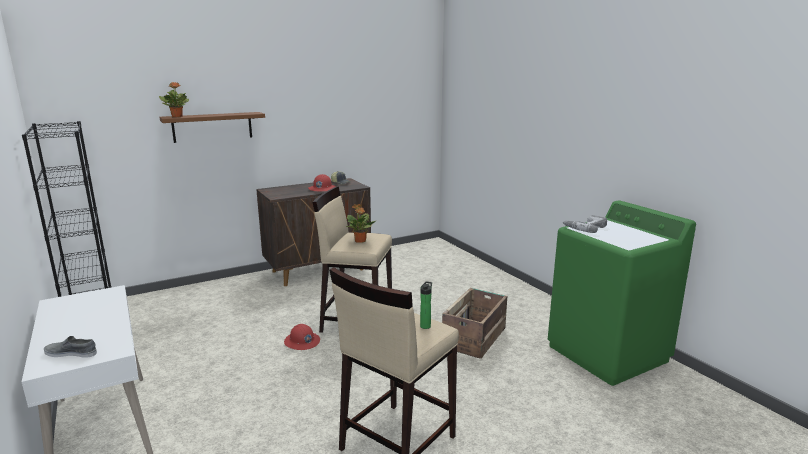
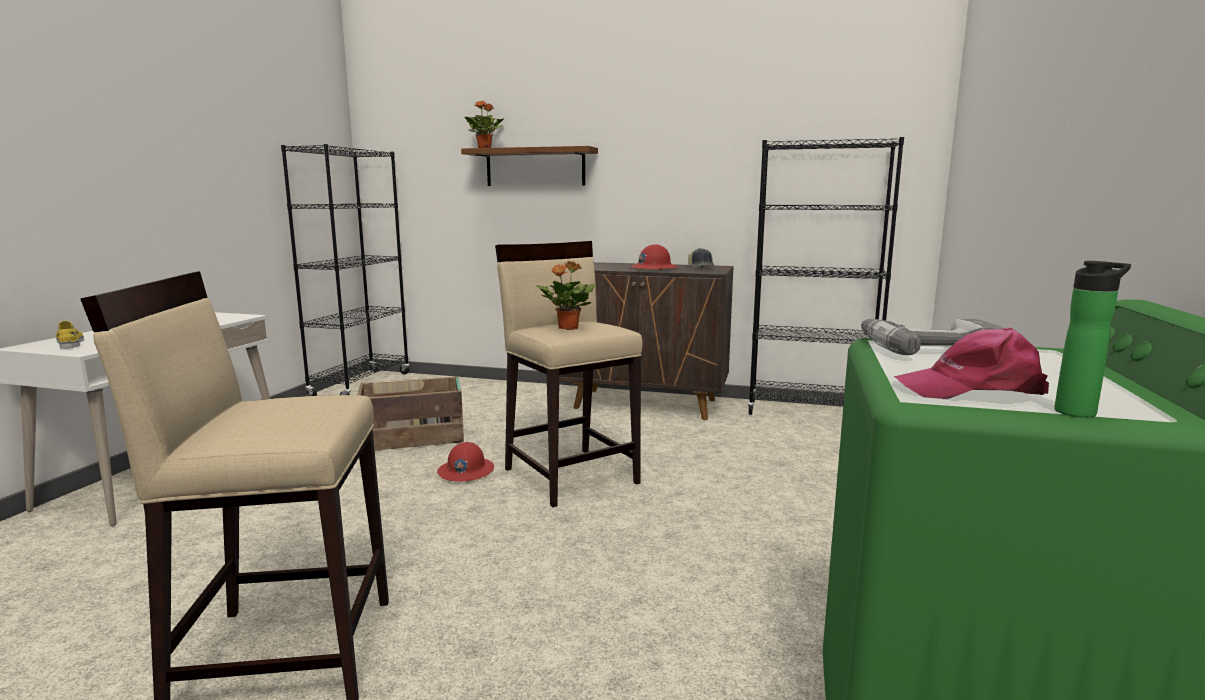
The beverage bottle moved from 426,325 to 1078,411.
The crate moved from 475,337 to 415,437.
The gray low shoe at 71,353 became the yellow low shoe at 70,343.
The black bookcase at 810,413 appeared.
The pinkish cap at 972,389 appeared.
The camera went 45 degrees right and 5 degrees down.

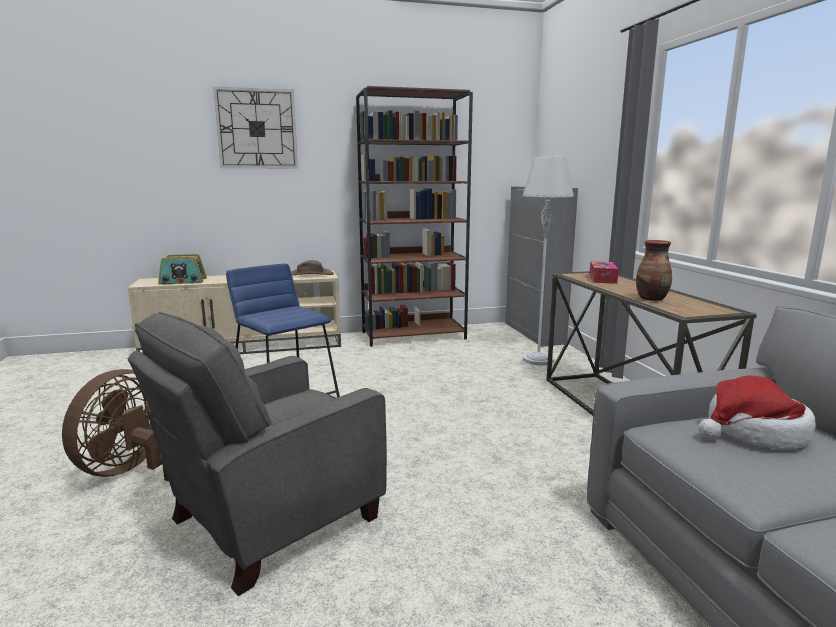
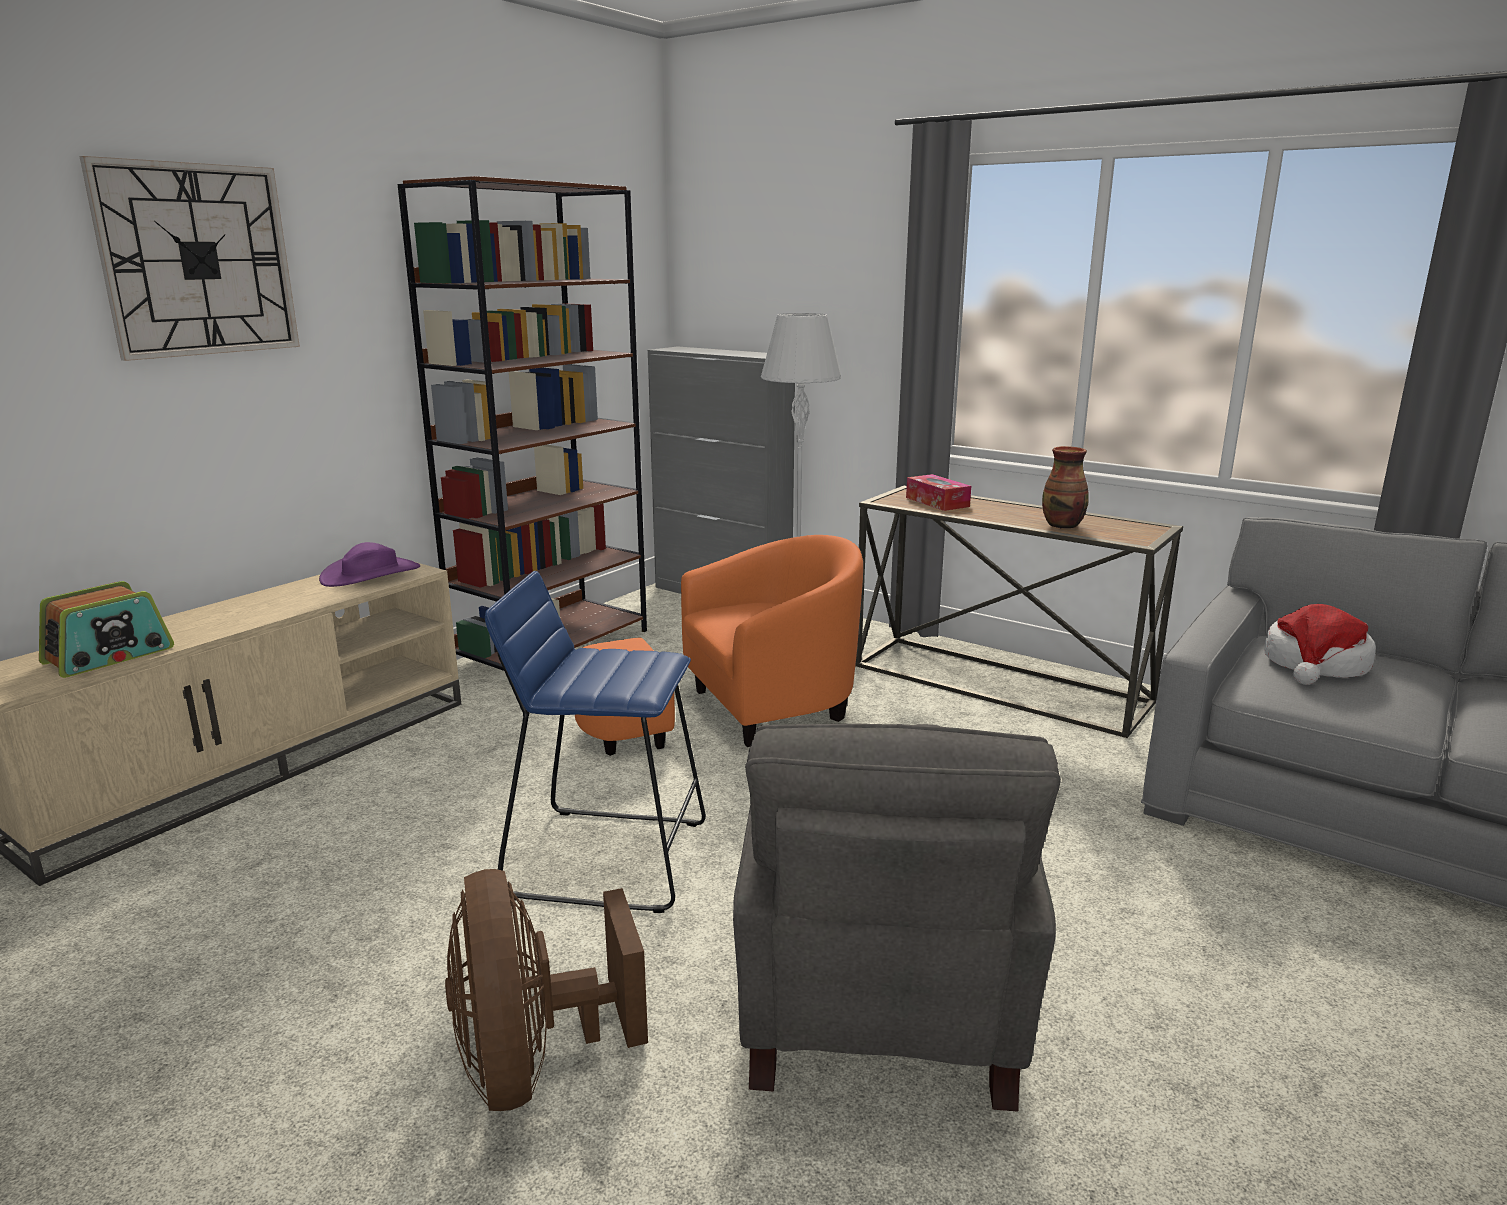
The brownish wearable hat at 310,274 became the purplish wearable hat at 371,574.
The orange lounge chair at 738,714 appeared.
The camera went 40 degrees left and 5 degrees up.

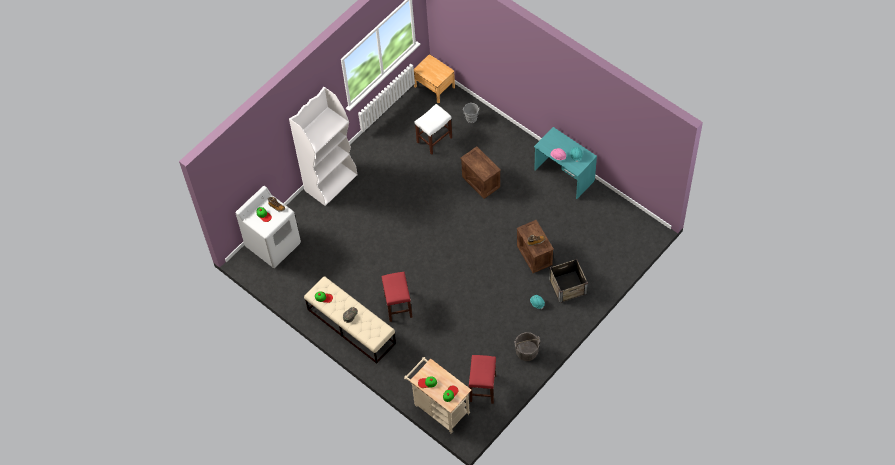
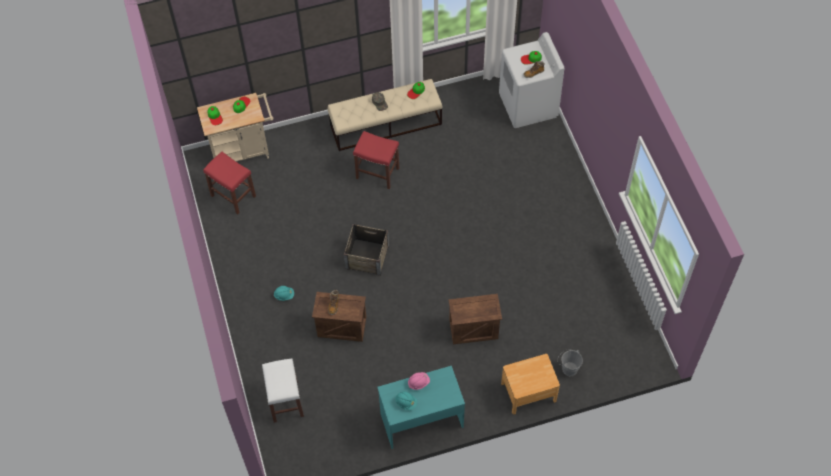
The brownish bedside table moved from 434,87 to 528,392.
The white bookcase at 331,182 disappeared.
The white stool moved from 434,139 to 286,402.
The crate moved from 567,286 to 367,256.
The gray water bucket at 526,352 disappeared.
The camera went 120 degrees right and 0 degrees up.

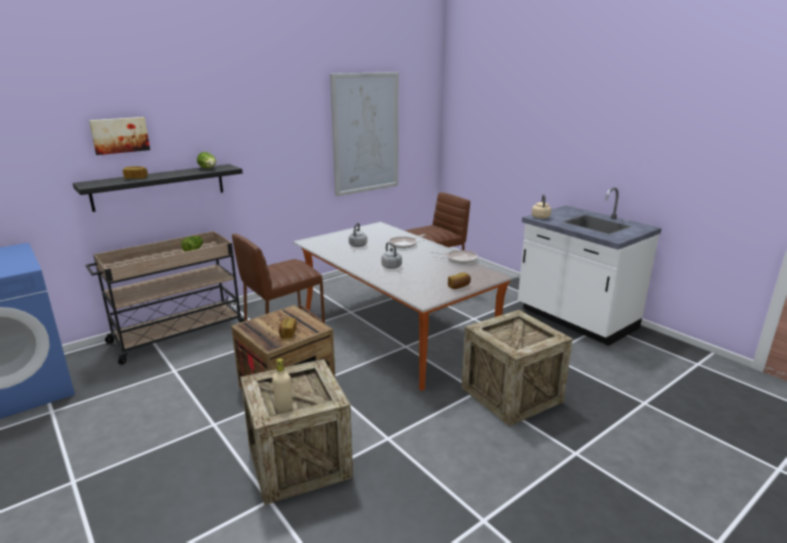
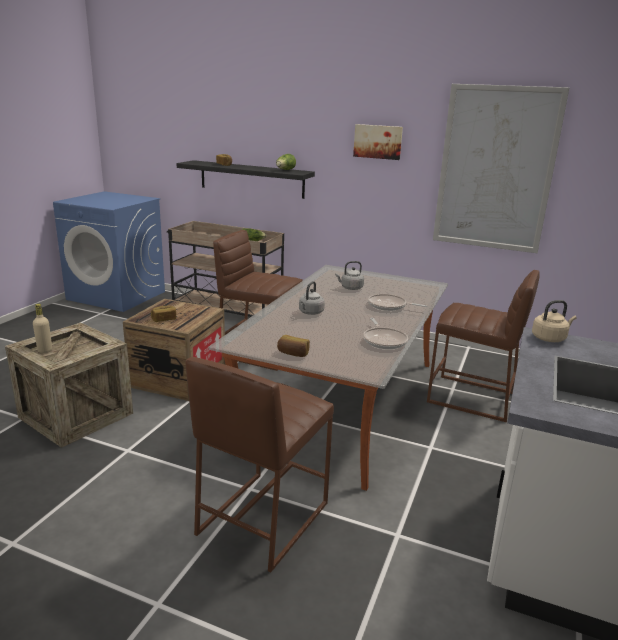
The wall art moved from 120,135 to 378,141.
The crate at 511,394 was replaced by the brownish stool at 261,518.
The camera went 60 degrees right and 0 degrees up.

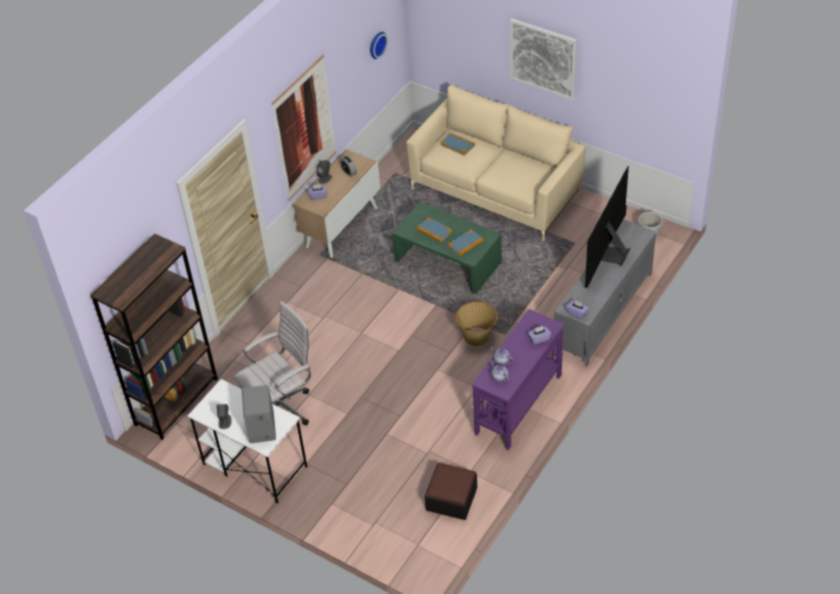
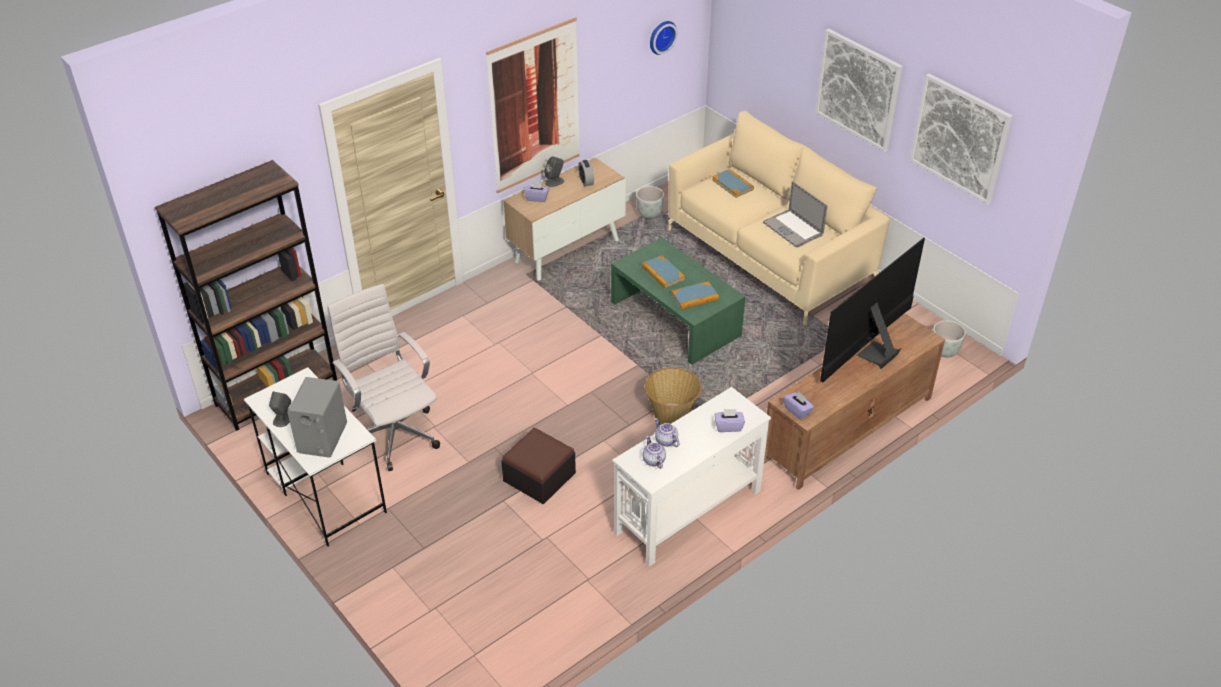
The gray tv unit at 603,312 became the brownish tv unit at 847,428.
The white desk chair at 282,408 turned 105 degrees counterclockwise.
The purplish hall table at 518,404 became the white hall table at 687,512.
The ottoman moved from 451,499 to 539,477.
The wall art at 960,138 appeared.
The portable computer at 793,228 appeared.
The gray plant pot at 649,213 appeared.
The camera went 15 degrees right and 5 degrees down.

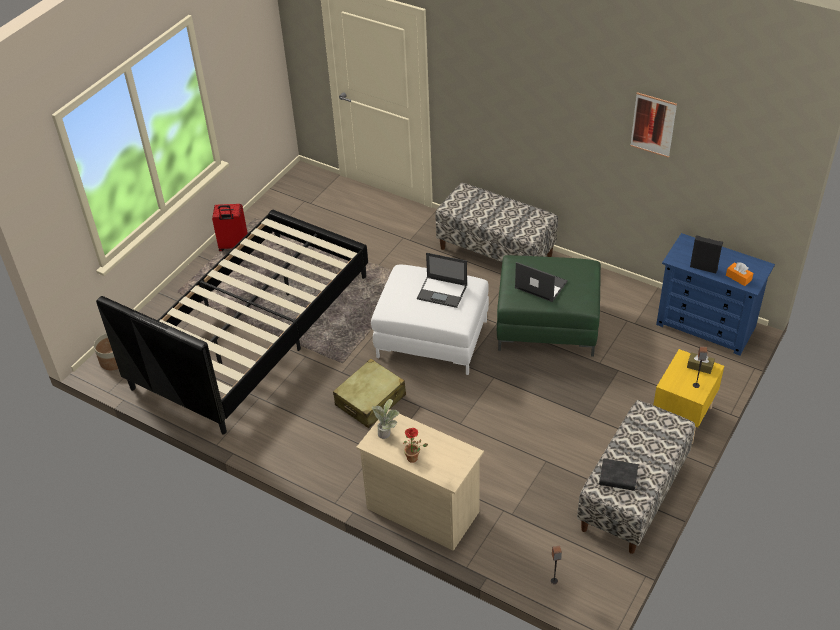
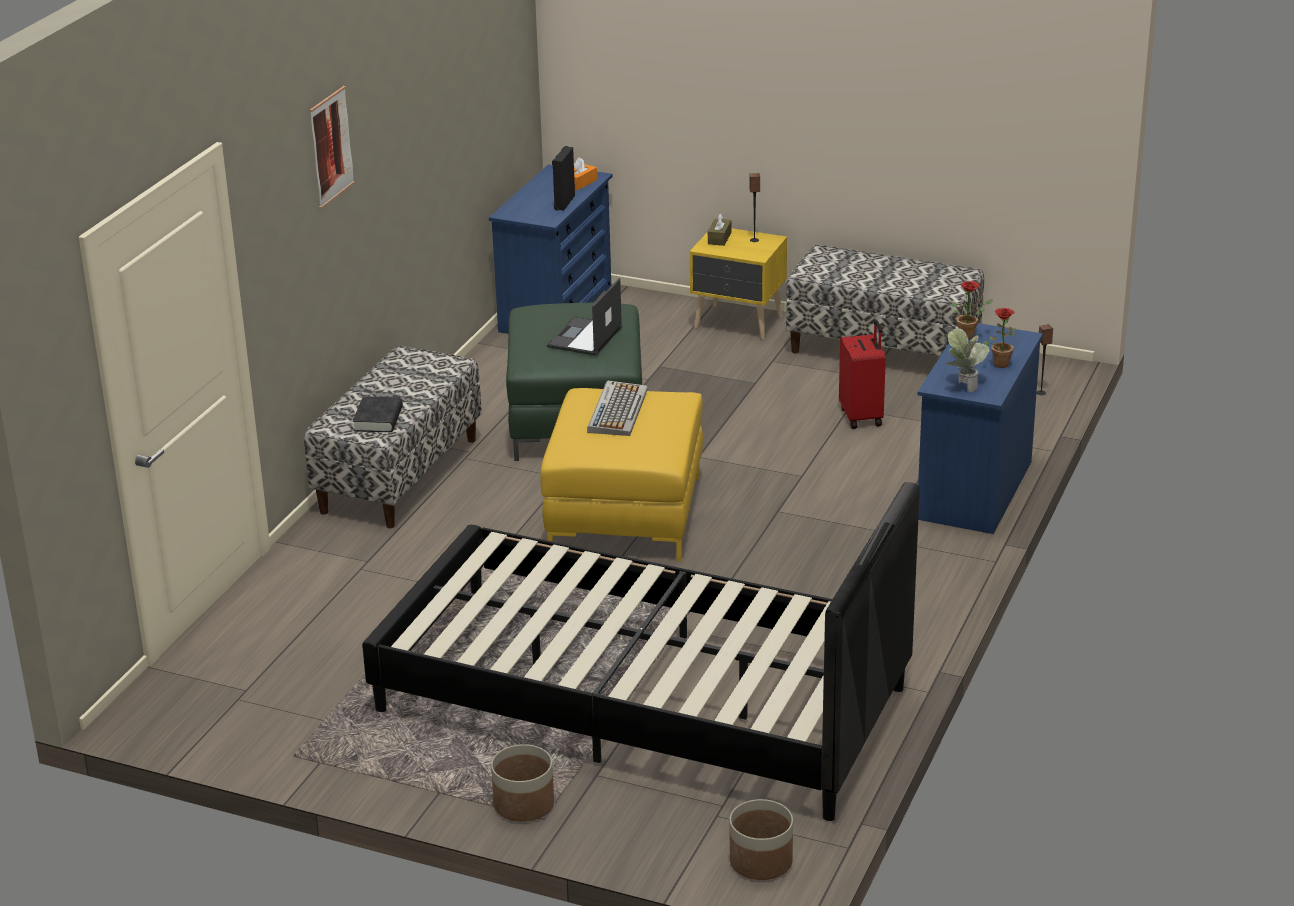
The wall art moved from 653,125 to 331,147.
The reddish suitcase moved from 233,246 to 862,417.
The portable computer at 443,292 was replaced by the computer keyboard at 617,410.
The white ottoman at 432,339 became the yellow ottoman at 625,515.
The beige suitcase at 370,400 disappeared.
The beige dresser at 422,510 became the blue-coloured dresser at 974,490.
The black book moved from 618,477 to 378,419.
The plant in a pot at 969,335 appeared.
The plant pot at 524,804 appeared.
The camera went 100 degrees left and 15 degrees down.

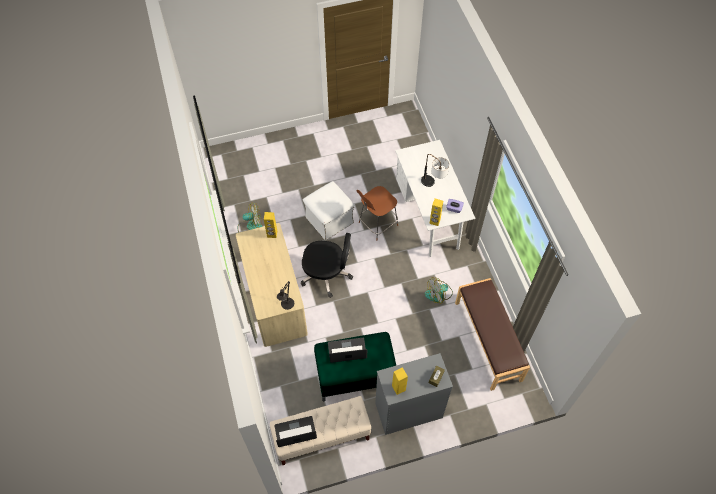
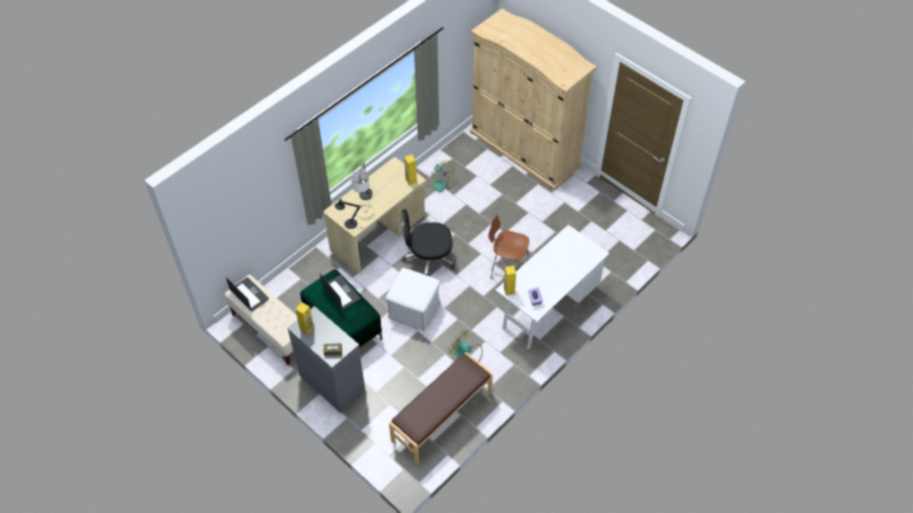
The lamp for a table moved from 433,185 to 364,200.
The white ottoman moved from 329,220 to 413,309.
The black desk chair at 327,274 turned 105 degrees clockwise.
The beige clothes cupboard at 524,148 appeared.
The camera went 60 degrees right and 5 degrees down.

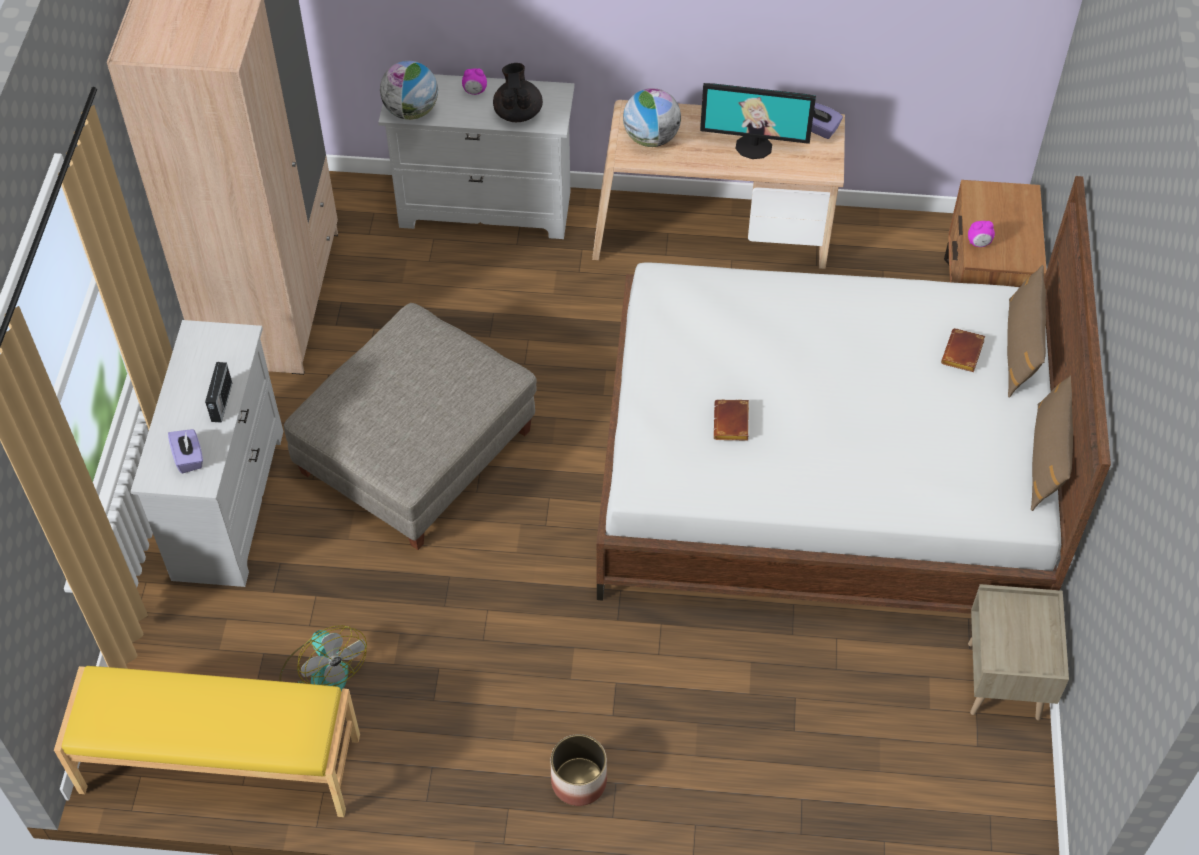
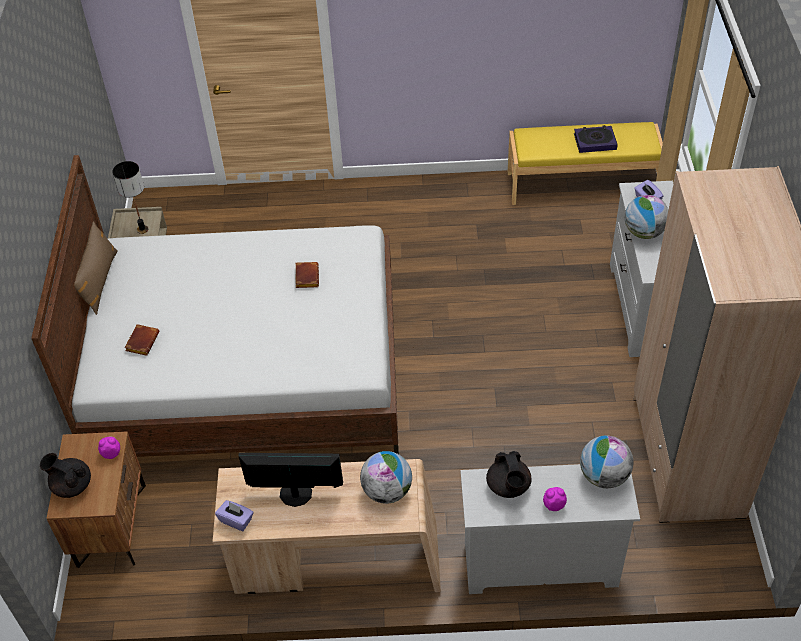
The brownish pillow at 1020,348 disappeared.
The gray ottoman at 417,451 disappeared.
The radio at 221,403 was replaced by the world globe at 644,232.
The electric fan at 323,671 disappeared.
The plant pot at 578,781 disappeared.
The book at 595,142 appeared.
The lamp for a table at 143,229 appeared.
The black pot for tea at 72,485 appeared.
The camera went 175 degrees right and 5 degrees down.

